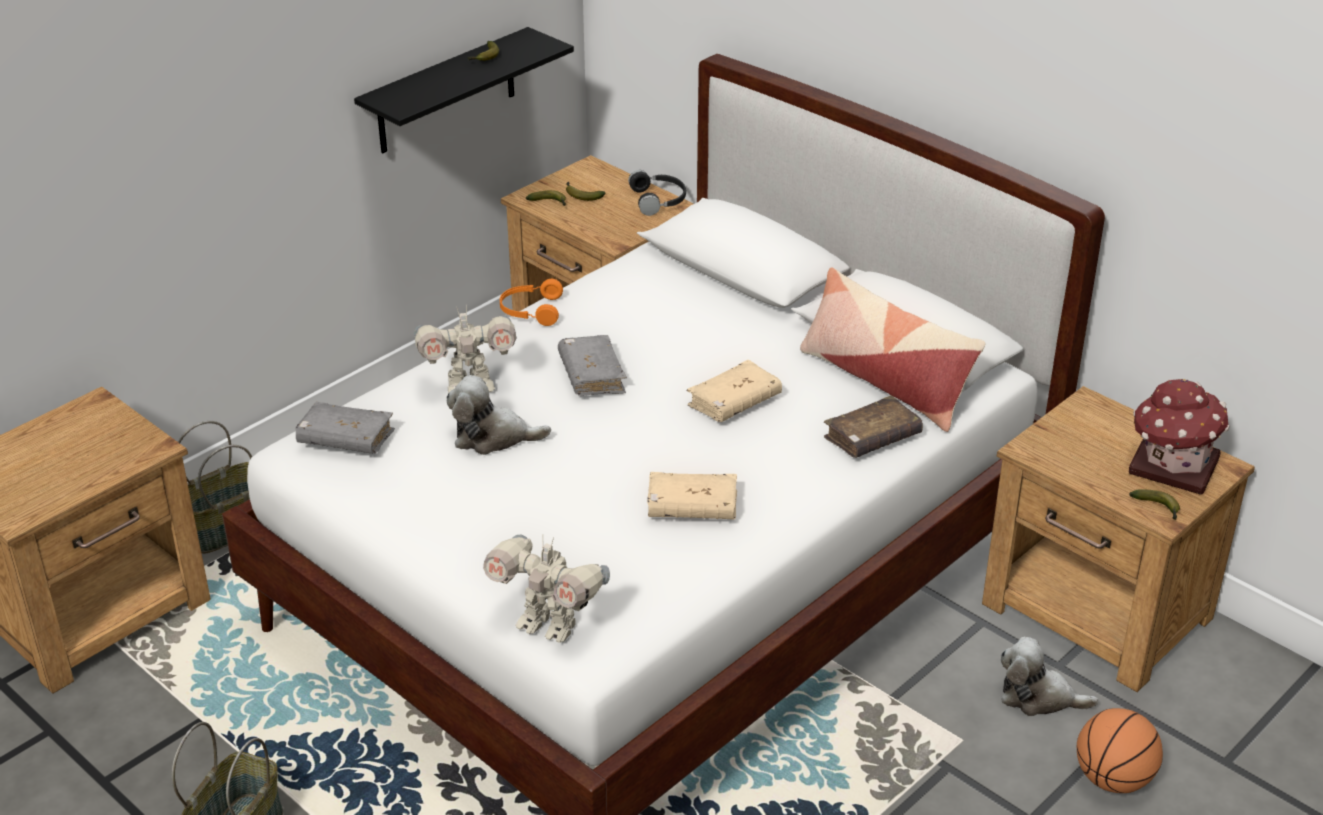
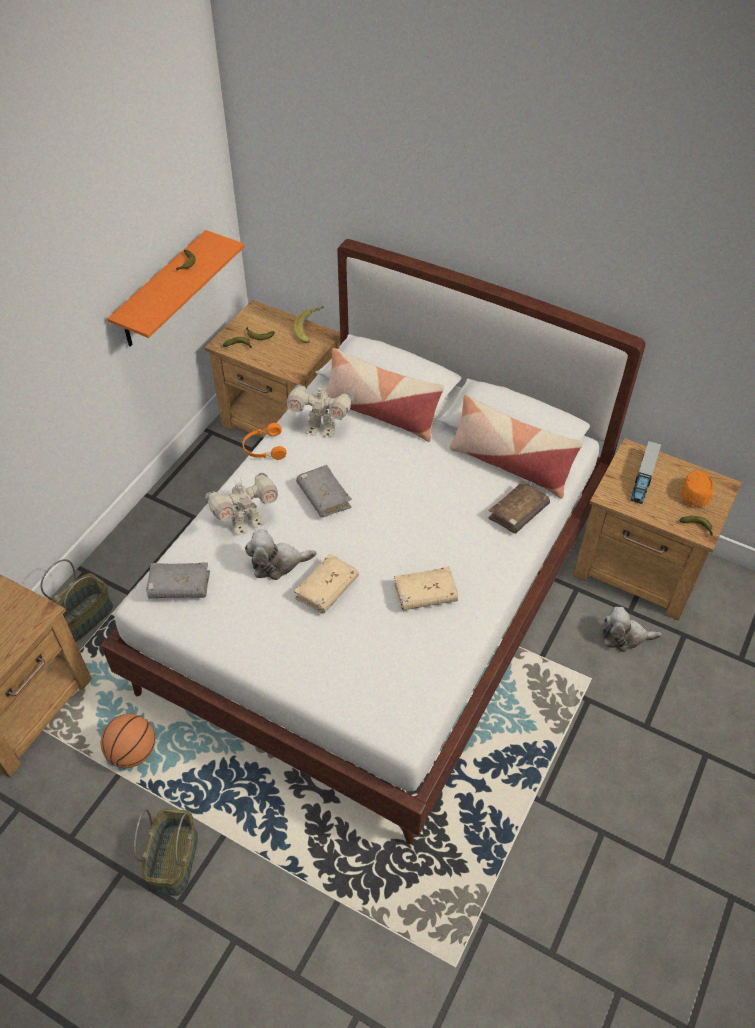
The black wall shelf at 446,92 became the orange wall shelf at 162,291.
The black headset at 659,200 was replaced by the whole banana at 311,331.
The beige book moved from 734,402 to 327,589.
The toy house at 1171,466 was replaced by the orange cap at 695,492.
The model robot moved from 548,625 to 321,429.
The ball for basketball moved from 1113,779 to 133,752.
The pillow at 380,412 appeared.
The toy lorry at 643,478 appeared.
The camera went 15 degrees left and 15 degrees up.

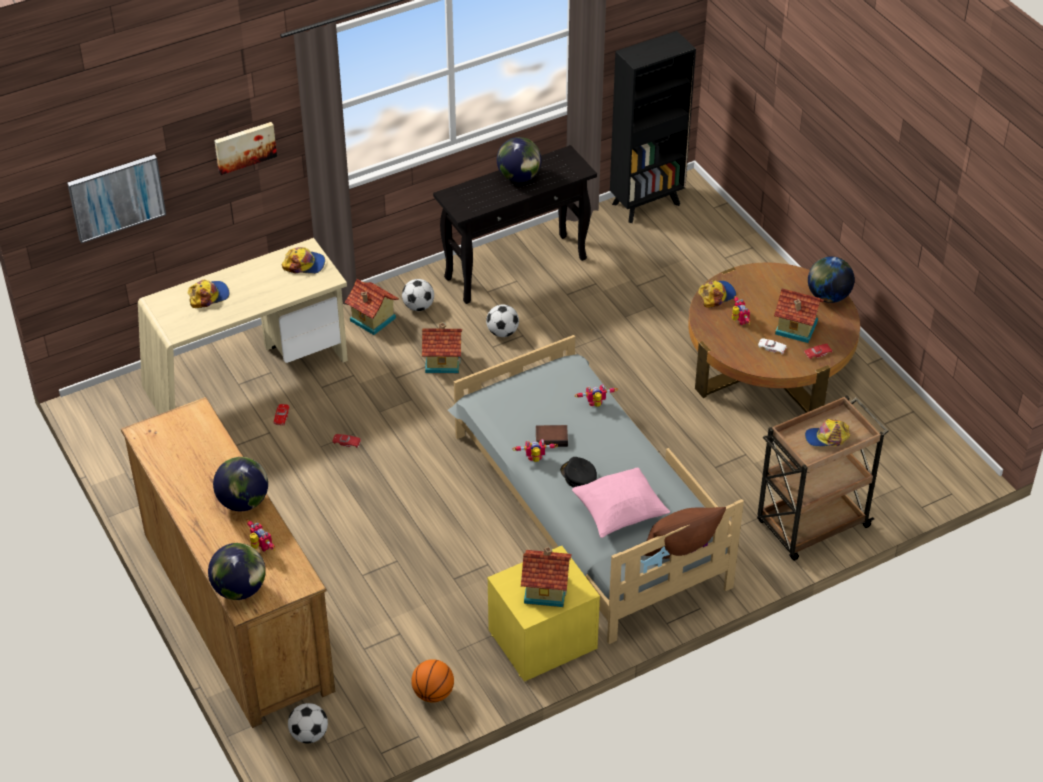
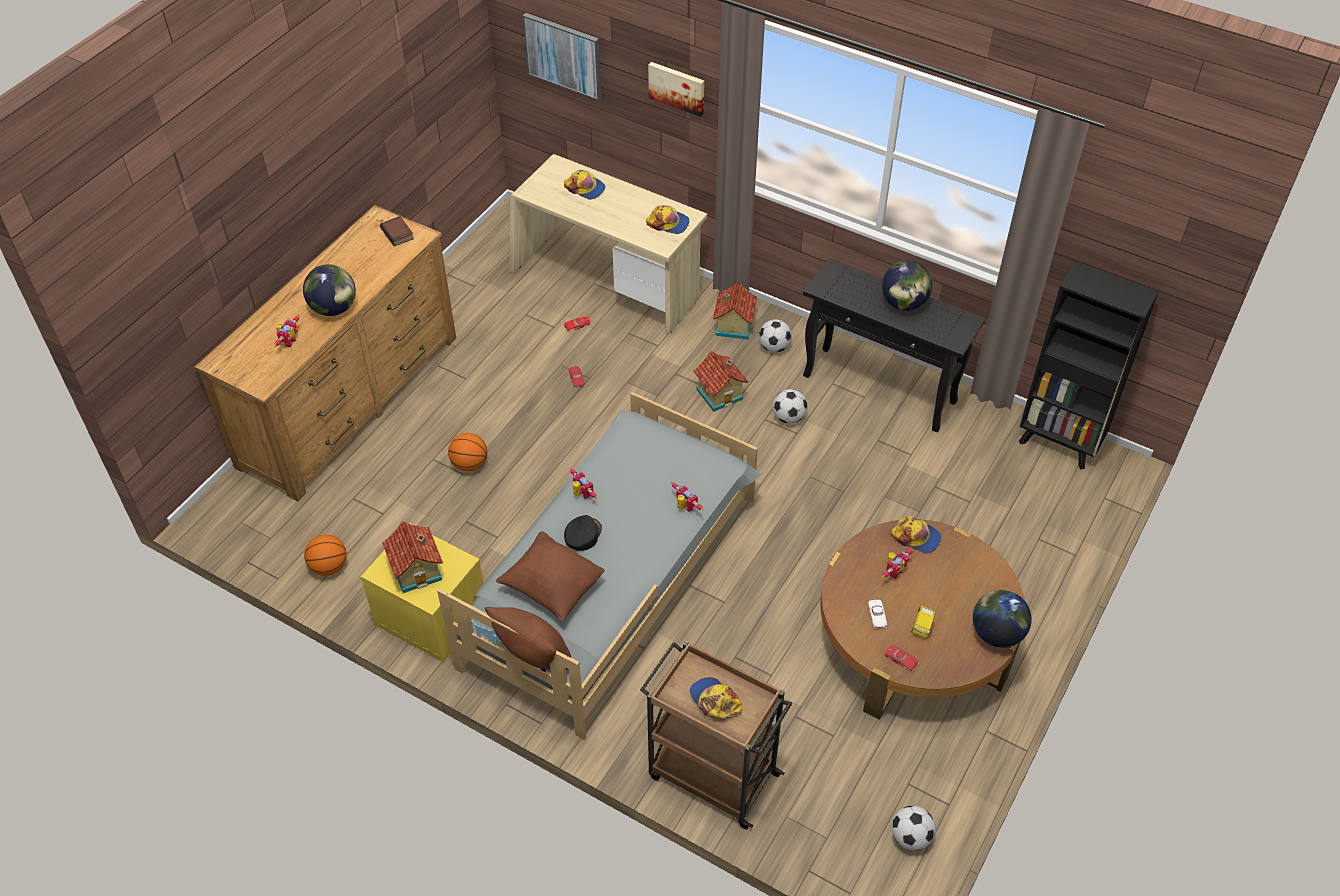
The cap at 304,264 turned 45 degrees counterclockwise.
The toy house at 796,328 was replaced by the yellow model car at 923,625.
The book moved from 552,438 to 398,234.
The pinkish pillow at 619,514 became the brownish pillow at 552,587.
The world globe at 240,589 disappeared.
The football ball moved from 309,734 to 910,837.
The ball for basketball at 469,464 appeared.
The camera went 60 degrees right and 5 degrees up.

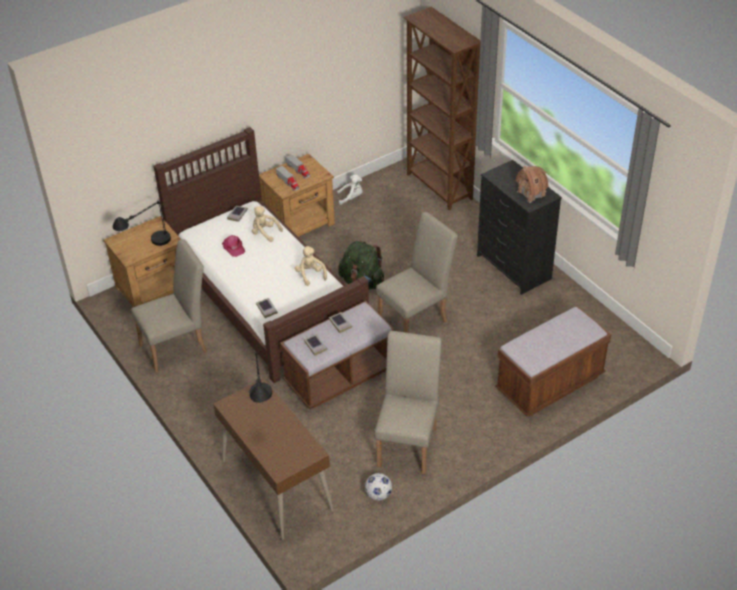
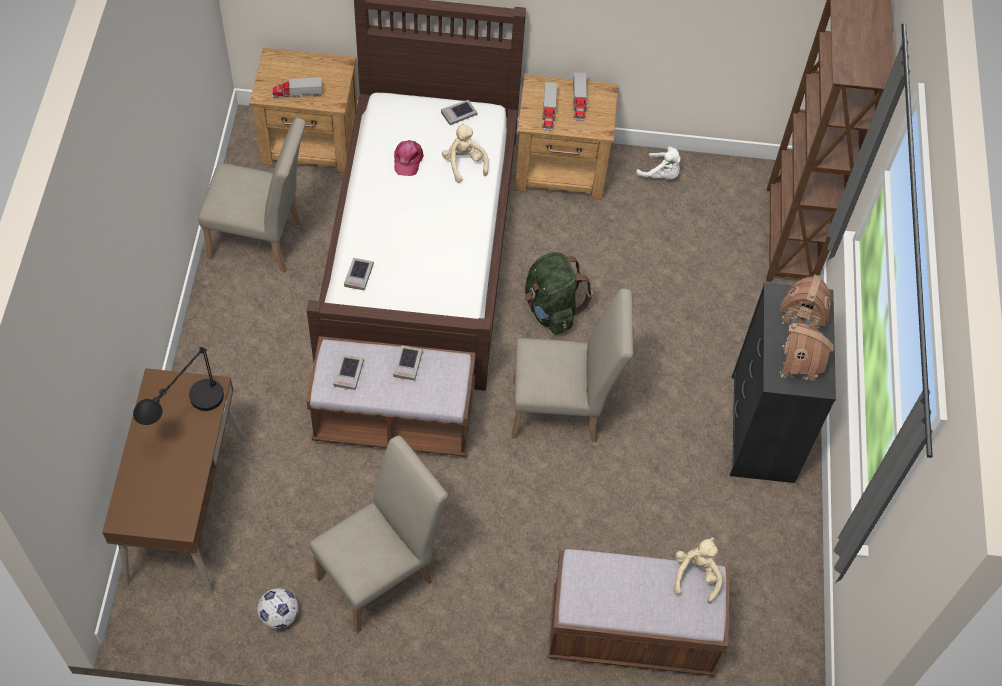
The black lamp for a table at 147,247 was replaced by the toy lorry at 297,93.
The beige soft toy moved from 310,275 to 696,575.
The toy house at 803,314 appeared.
The camera went 35 degrees right and 15 degrees up.

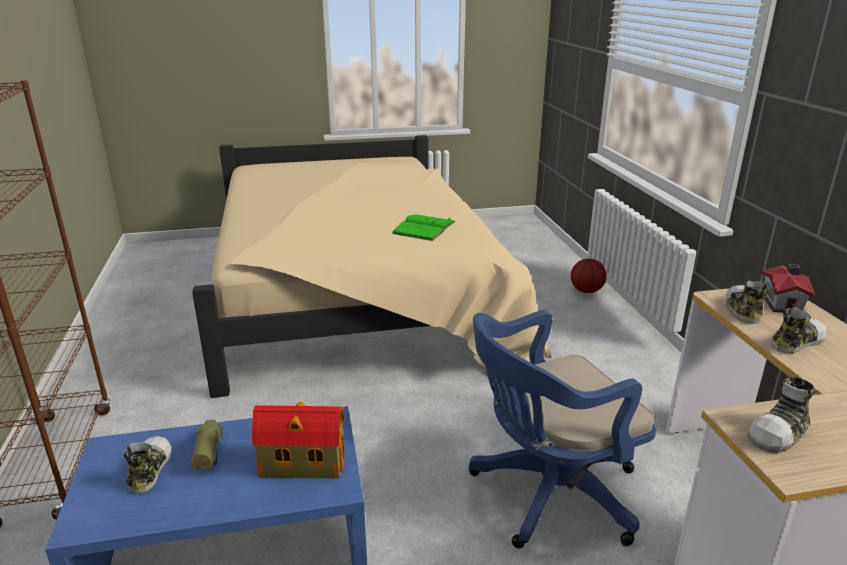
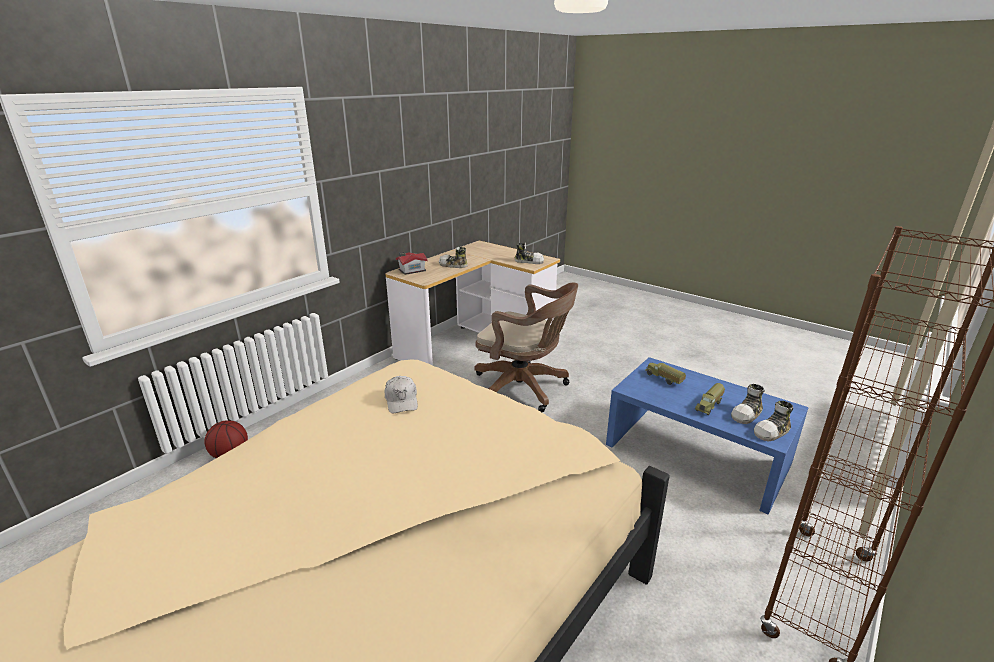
The green book at 424,227 was replaced by the white cap at 402,400.
The low shoe moved from 742,310 to 773,432.
The blue-coloured desk chair at 547,494 became the brownish desk chair at 524,388.
The toy house at 300,464 was replaced by the toy lorry at 663,379.
The camera went 130 degrees left and 0 degrees up.

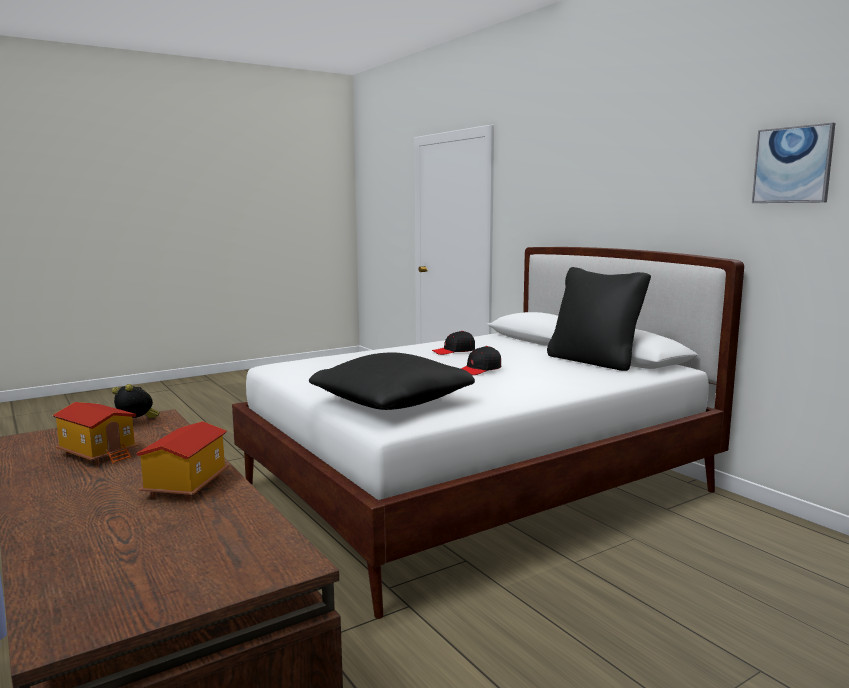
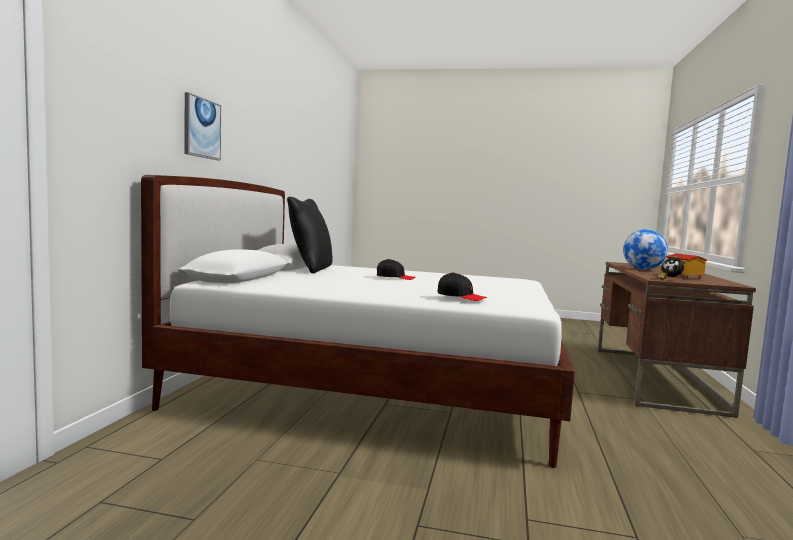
The wall art moved from 792,165 to 201,128.
The black cap moved from 454,351 to 461,296.
The black pillow at 392,402 disappeared.
The toy house at 186,486 was replaced by the world globe at 643,269.
The camera went 135 degrees left and 5 degrees down.

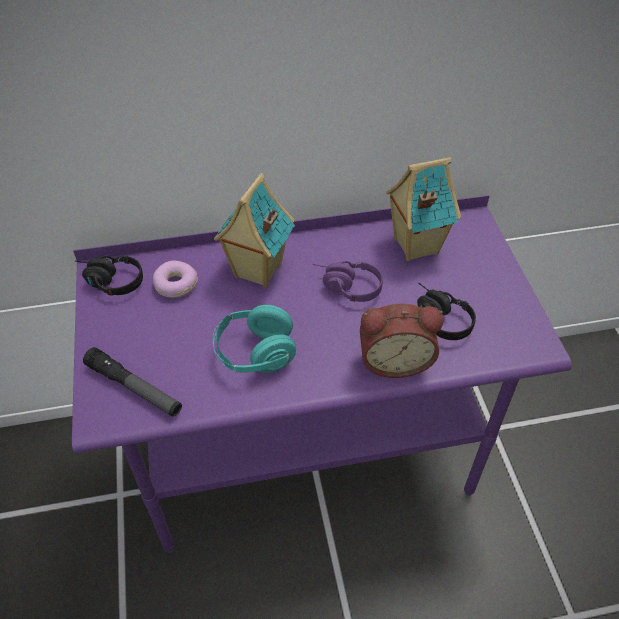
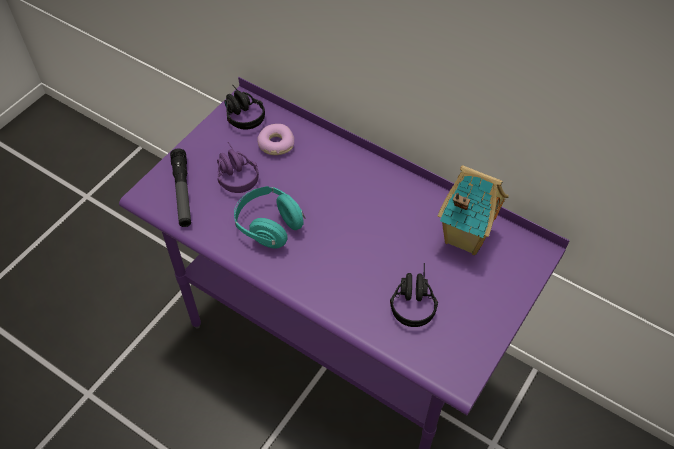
The toy house at 256,272 disappeared.
The purplish headset moved from 345,287 to 234,173.
The bedside clock at 394,360 disappeared.
The camera went 45 degrees right and 5 degrees up.

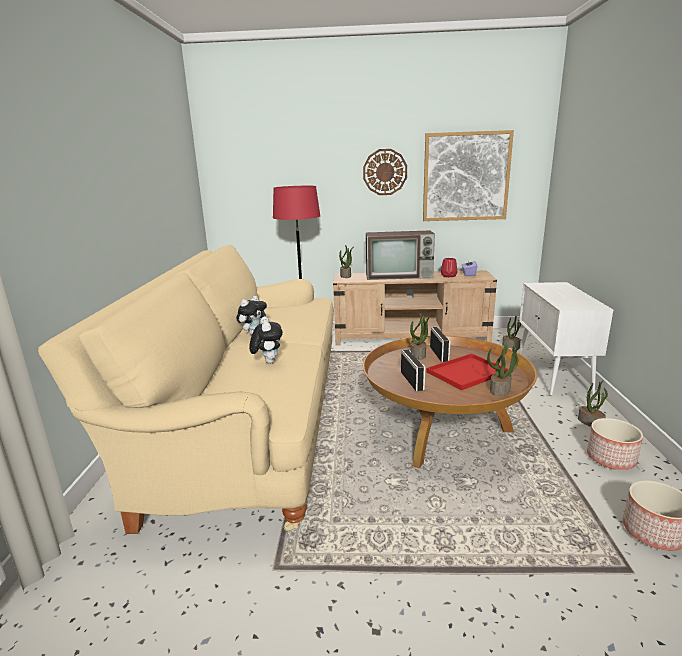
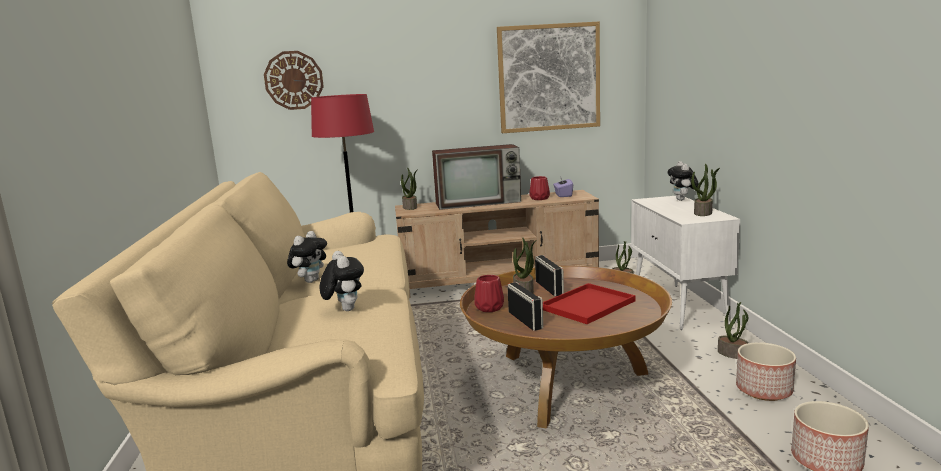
The wall clock moved from 385,172 to 294,80.
The plant in a pot moved from 500,390 to 703,213.
The soft toy at 682,200 appeared.
The reddish decorative vase at 489,308 appeared.
The camera went 10 degrees left and 5 degrees down.

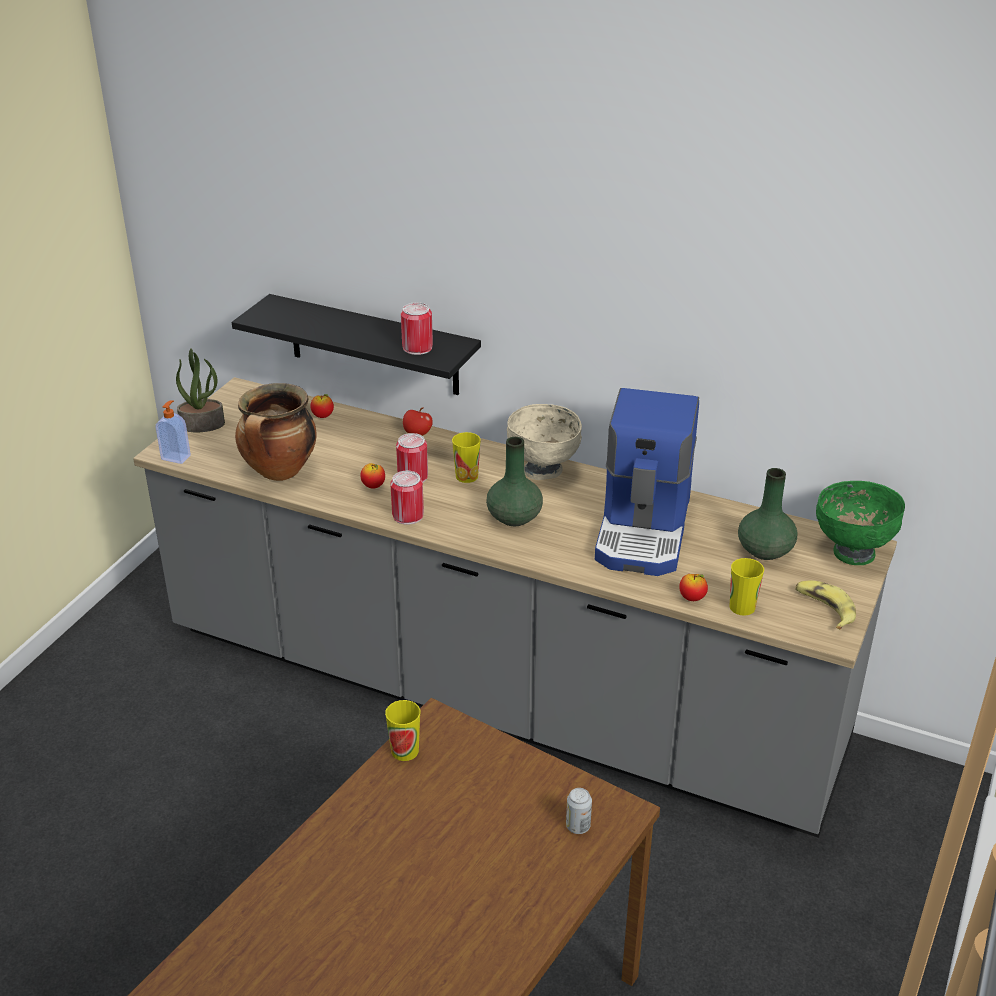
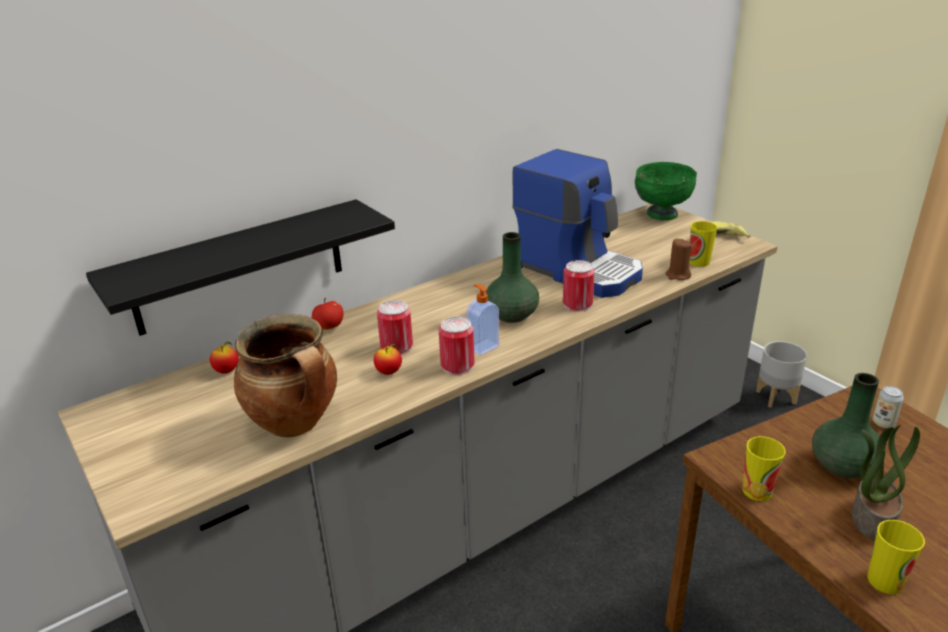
The metal can moved from 417,347 to 577,304.
The plant in a pot moved from 203,424 to 871,518.
The liquid soap bottle moved from 176,457 to 482,347.
The beige deep dish at 543,470 disappeared.
The drinking cup moved from 466,476 to 885,581.
The green decorative vase moved from 764,550 to 841,466.
The whole apple at 692,598 was replaced by the brownish wax candle at 677,275.
The gray plant pot at 775,397 appeared.
The camera went 60 degrees left and 5 degrees down.

